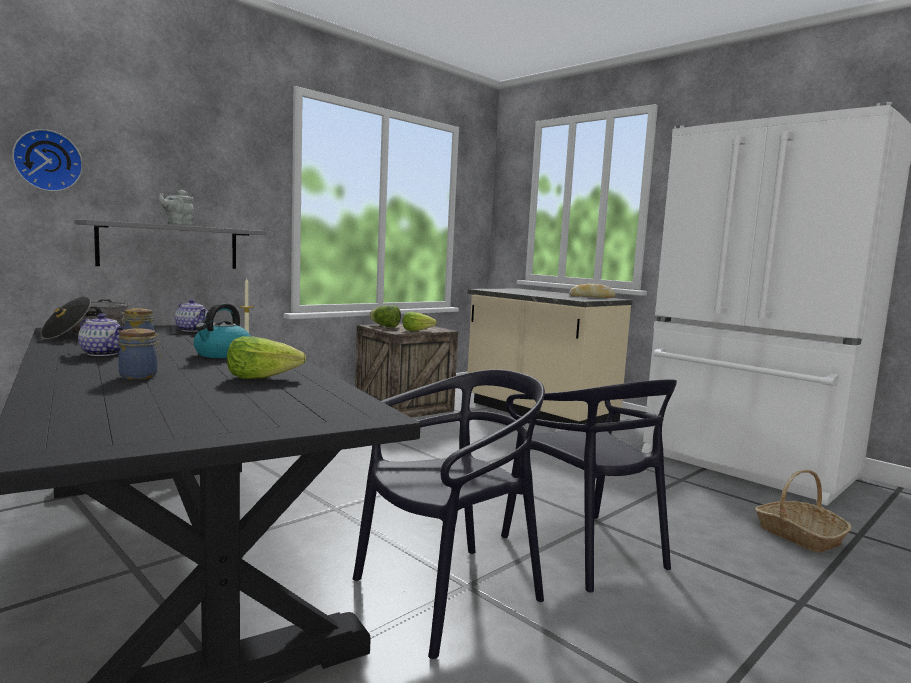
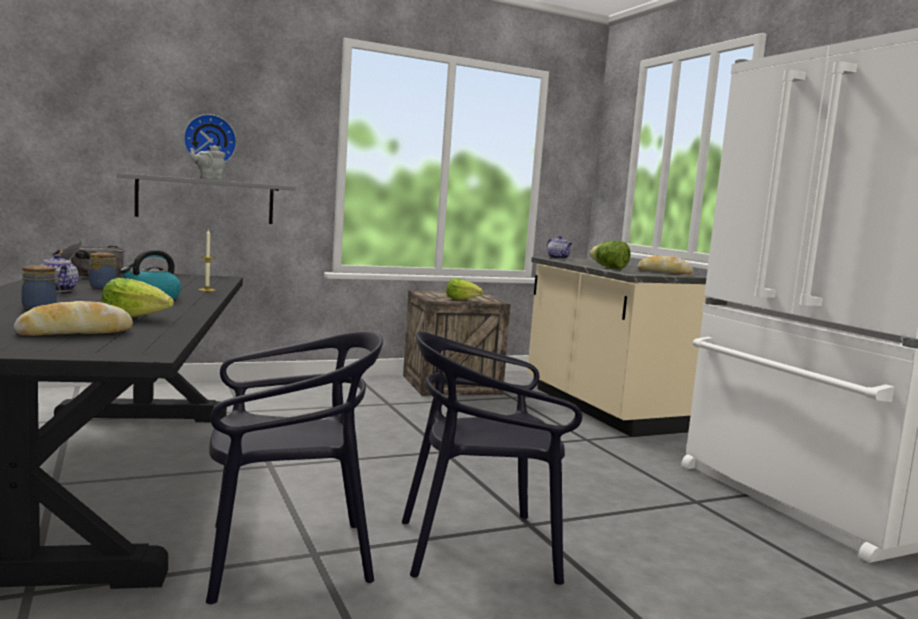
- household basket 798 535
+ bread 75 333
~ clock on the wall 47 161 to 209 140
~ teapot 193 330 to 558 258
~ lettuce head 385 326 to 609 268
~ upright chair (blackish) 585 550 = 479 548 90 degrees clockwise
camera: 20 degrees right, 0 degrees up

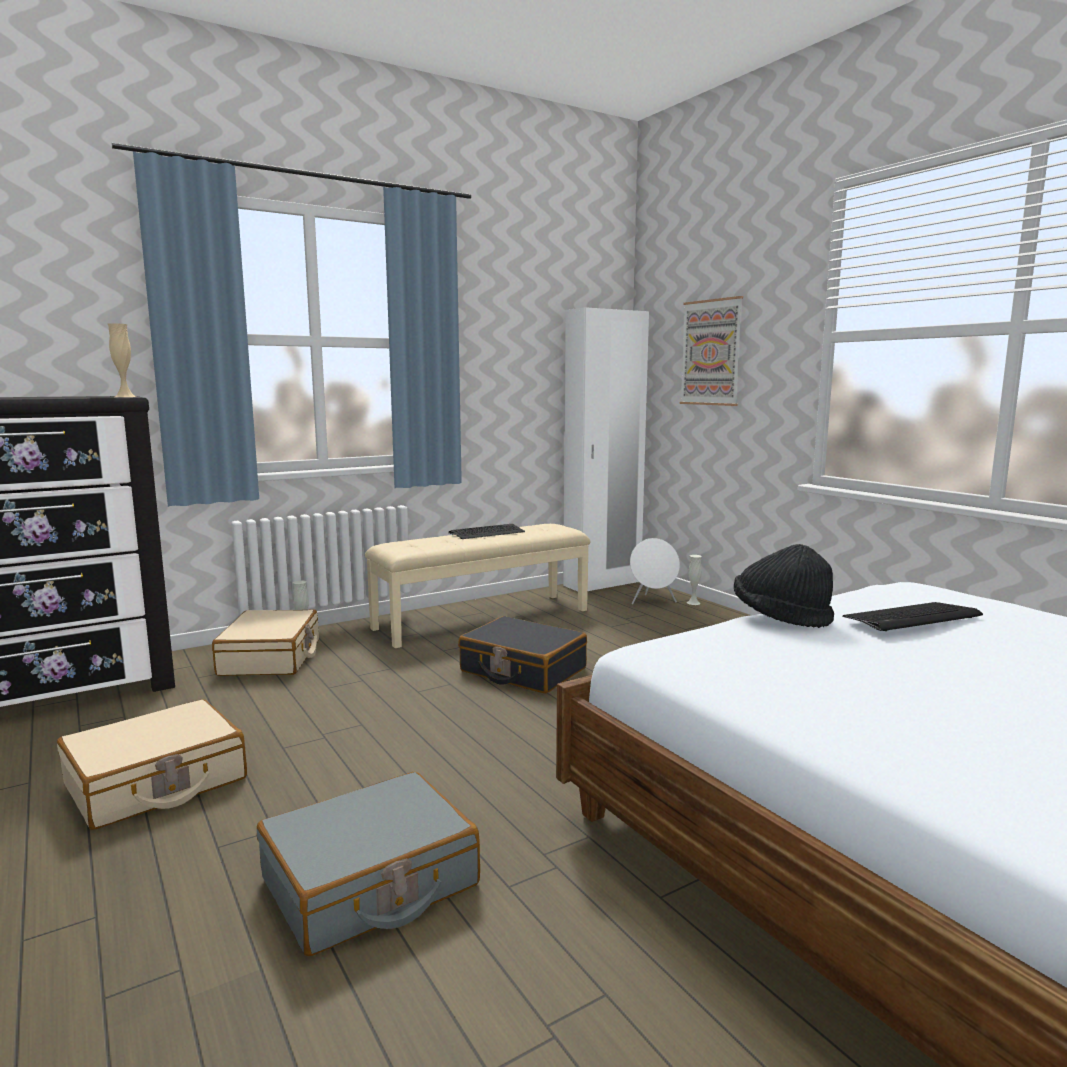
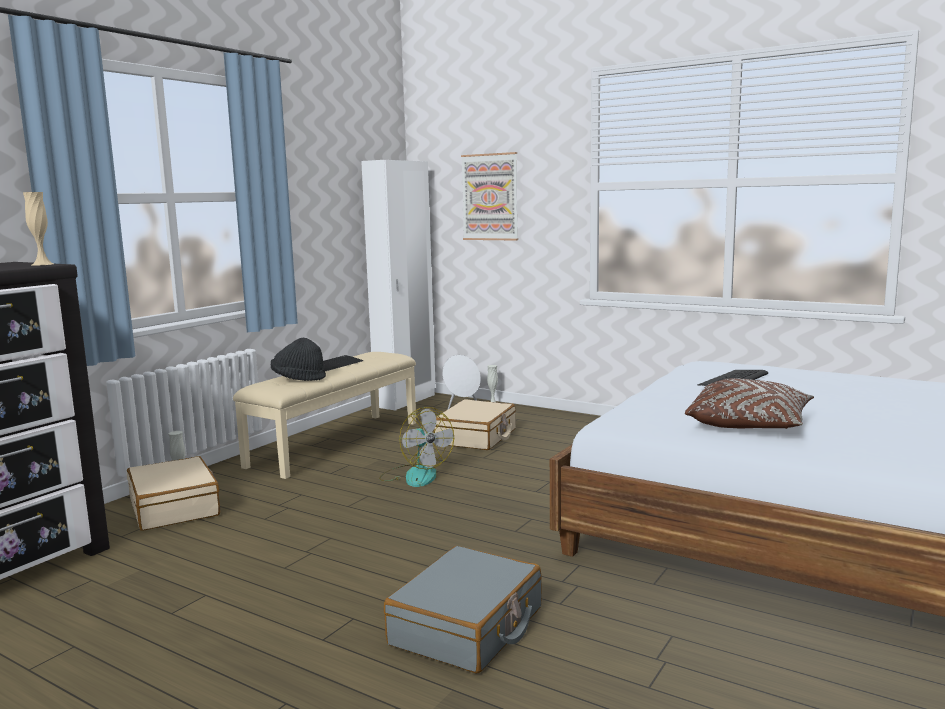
+ throw pillow (brown-coloured) 749 425
~ travel case (sand-coloured) 156 783 to 476 437
~ wearable hat (blackish) 780 618 to 298 379
~ travel case (blackish) 522 670 to fan 415 475
camera: 25 degrees left, 0 degrees up

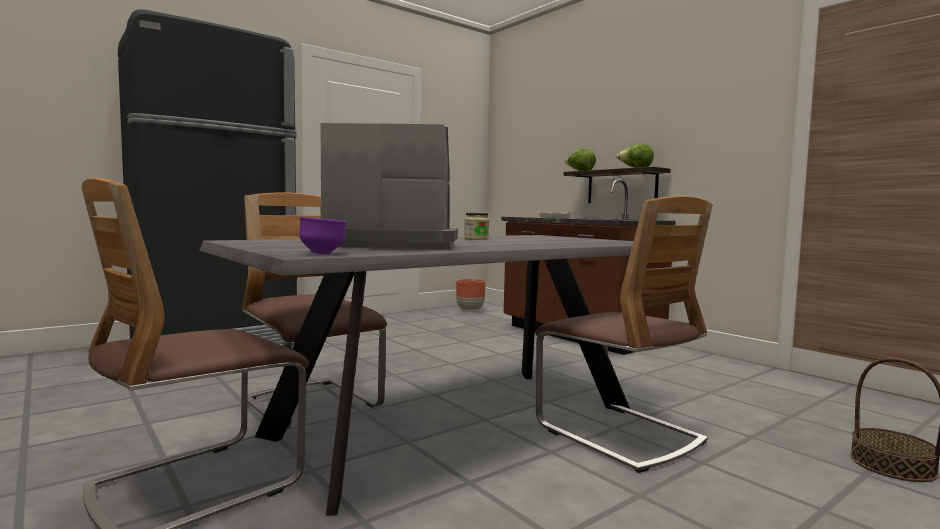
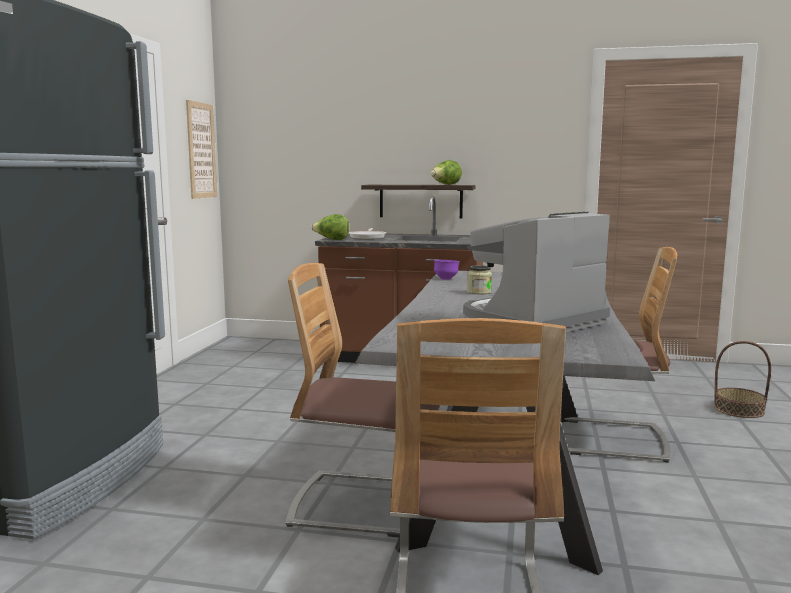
- planter (brown-coloured) 470 310
+ wall art 201 150
~ serving bowl (purplish) 323 254 to 446 279
~ lettuce head 580 171 to 332 240
camera: 40 degrees left, 5 degrees up

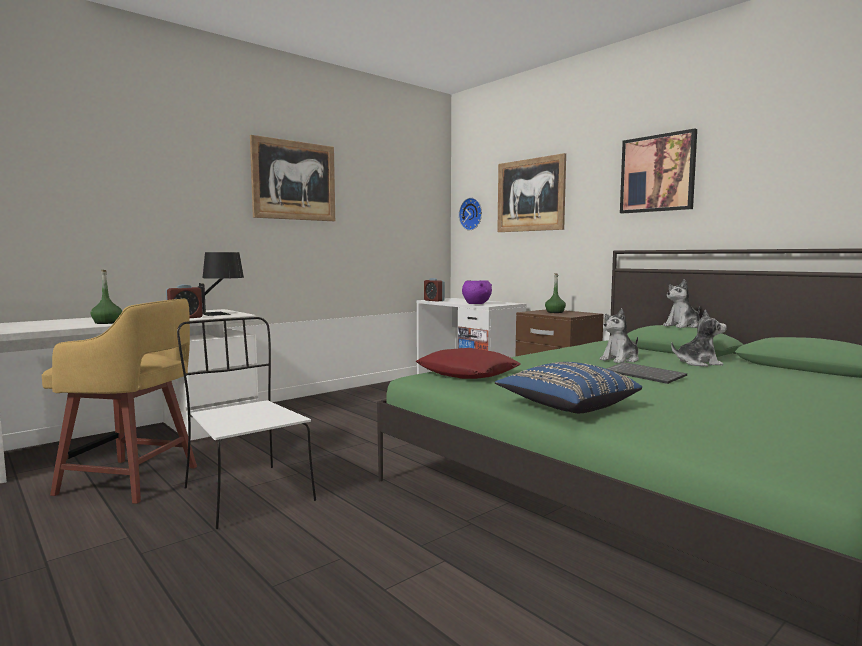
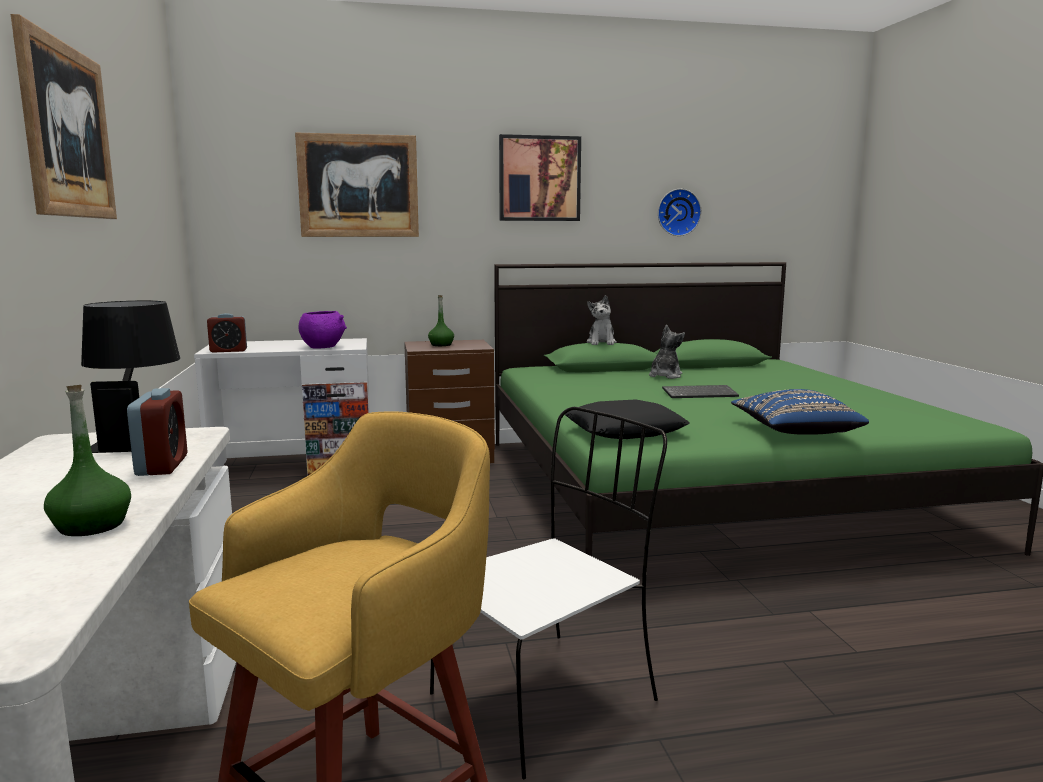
- cuddly toy 620 360
~ clock on the wall 472 214 to 678 212
~ throw pillow (reddish) 467 373 to throw pillow (blackish) 625 430
~ upright chair (white) 246 493 = 547 696 150 degrees clockwise
camera: 60 degrees left, 5 degrees up

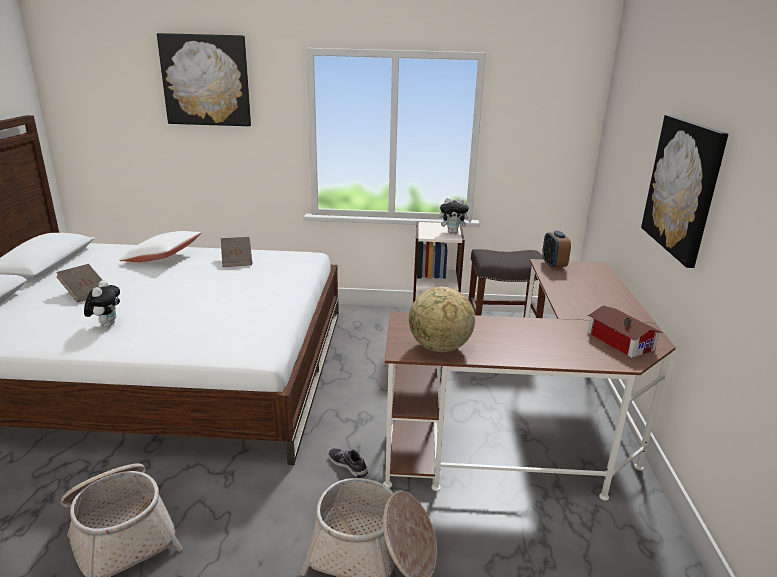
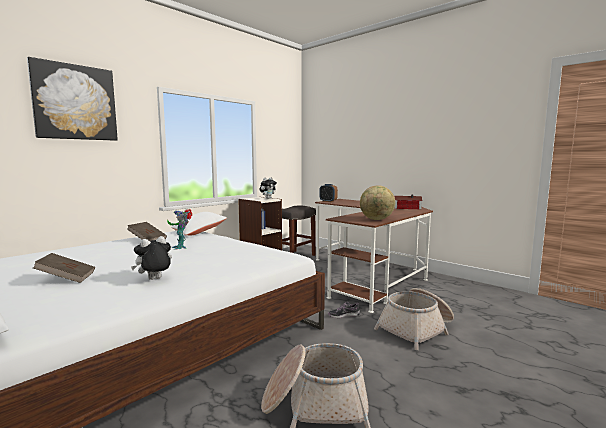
- wall art 683 187
+ toy robot 181 247
~ throw pillow (white) 163 257 to 199 231
~ cuddly toy 107 325 = 154 279 75 degrees counterclockwise
camera: 50 degrees left, 15 degrees down

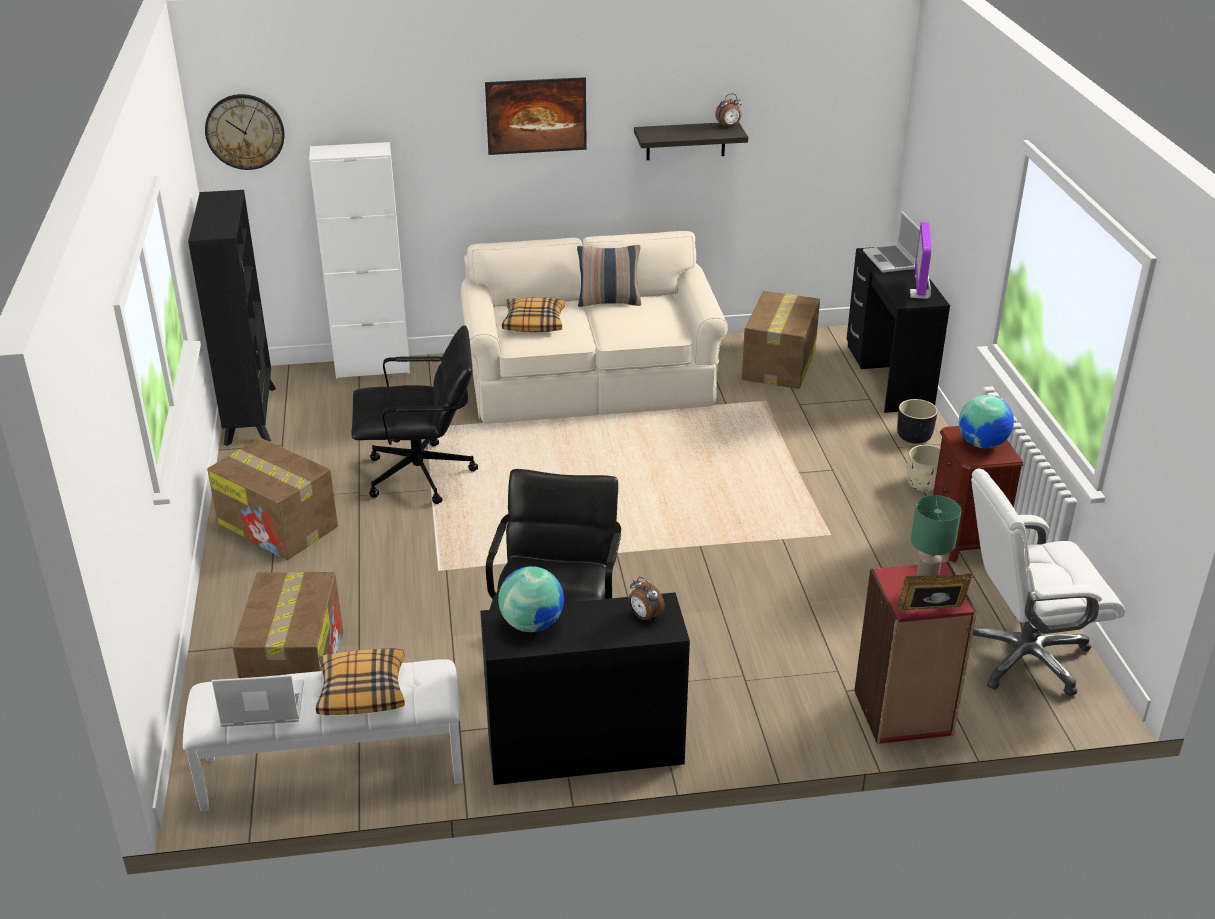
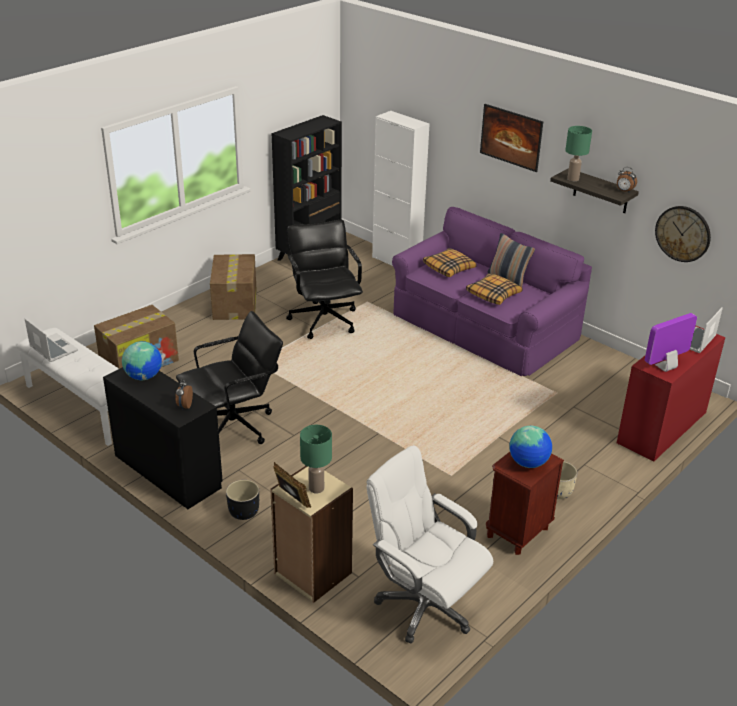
- packing box 778 365
+ lamp for a table (greenish) 573 179
~ clock on the wall 245 131 to 683 233
~ throw pillow 362 690 to 493 294
~ planter (blackish) 914 437 to 243 512
~ couch (sand-coloured) 591 380 to couch (purplish) 485 326
~ desk table (blackish) 889 376 to desk table (reddish) 662 427
~ bookshelf (reddish) 903 713 to bookshelf (sand-coloured) 312 573
~ desk chair (blackish) 421 475 = 324 320 150 degrees counterclockwise
camera: 50 degrees right, 0 degrees up

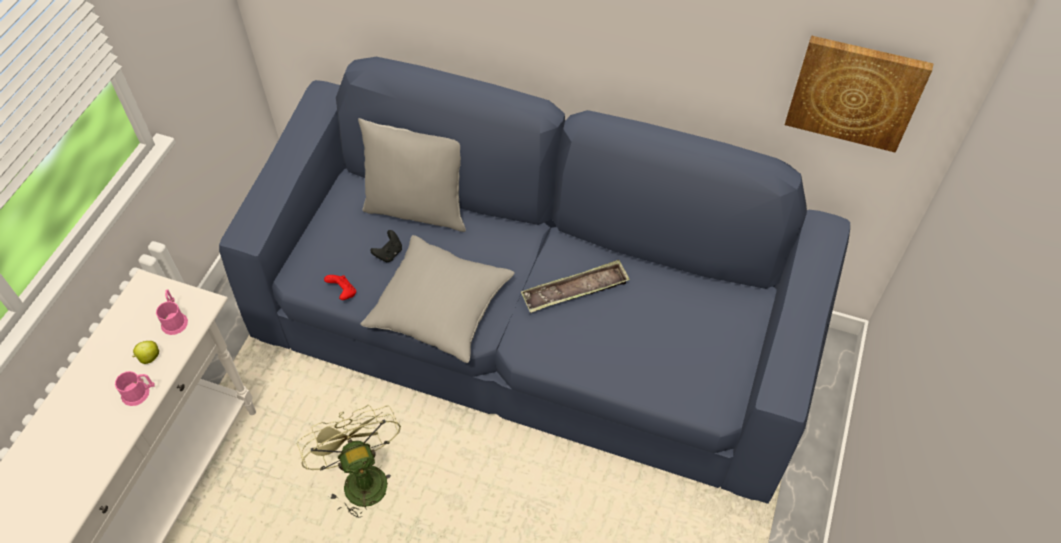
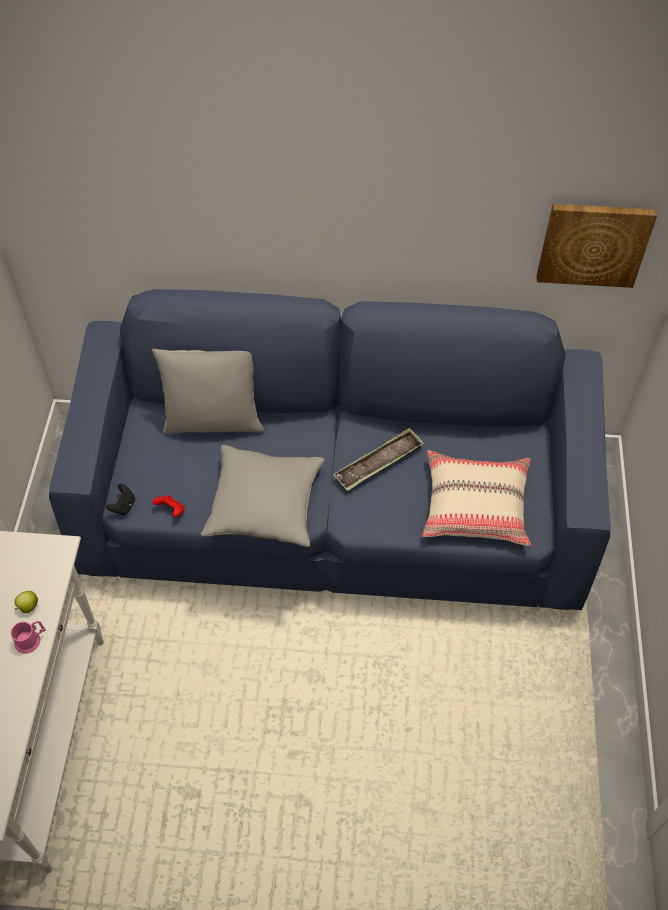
- coffee mug (pinkish) 174 320
- fan (greenish) 360 478
+ throw pillow (sand-coloured) 475 505
~ joypad (blackish) 389 253 to 123 506
camera: 15 degrees left, 0 degrees up

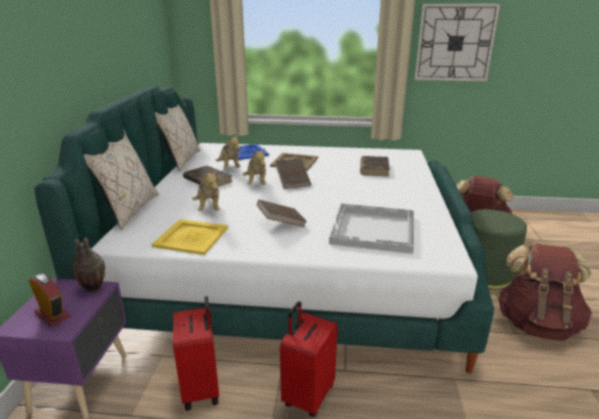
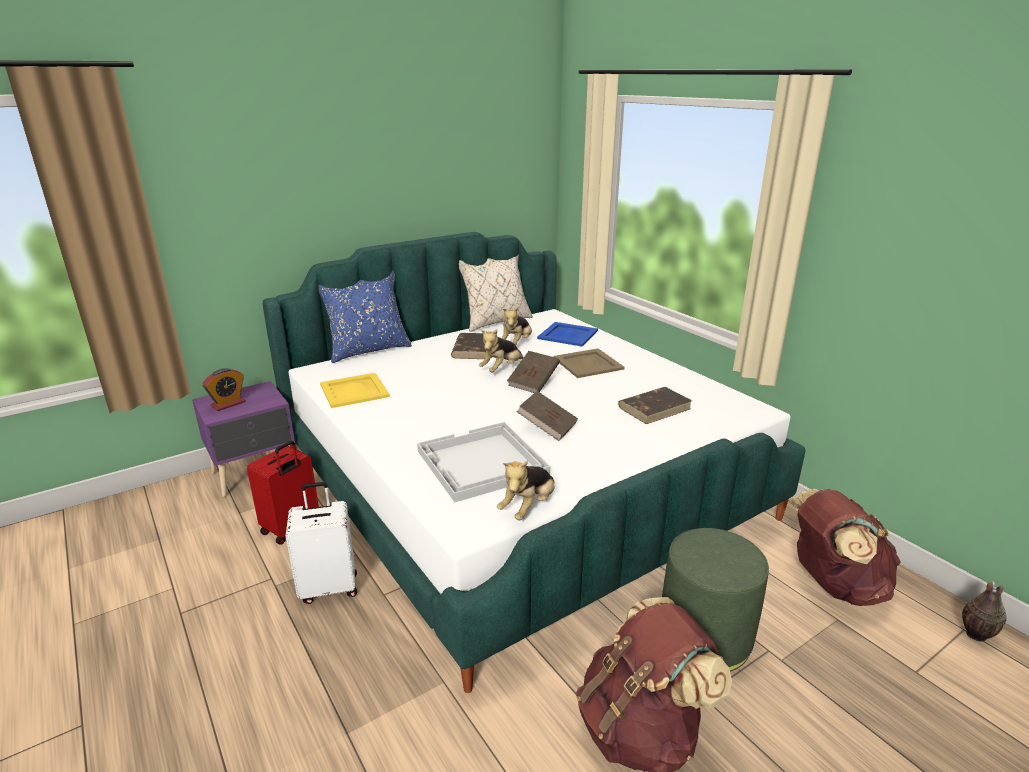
- clock on the wall 455 43
~ vase 92 288 to 974 635
~ cuddly toy 209 208 to 528 507
~ book (brown-coloured) 281 223 to 547 427
~ throw pillow (sand-coloured) 128 210 to throw pillow (bluish) 368 350
~ travel case (reddish) 307 395 to travel case (white) 329 587
~ alarm clock 52 314 = 228 404 45 degrees clockwise
camera: 50 degrees right, 0 degrees up

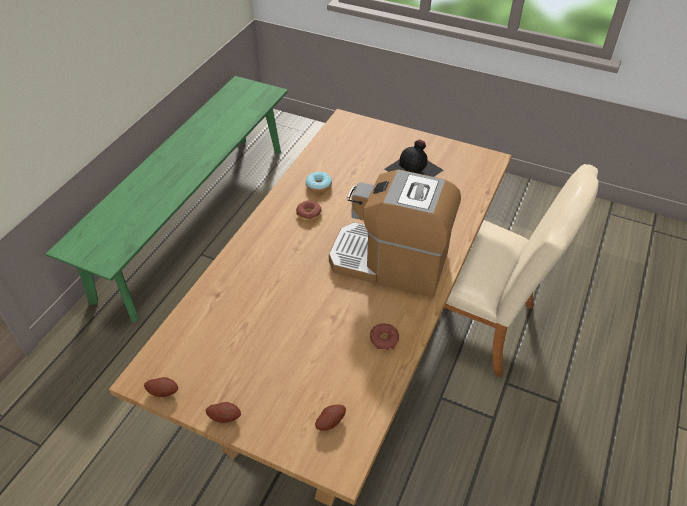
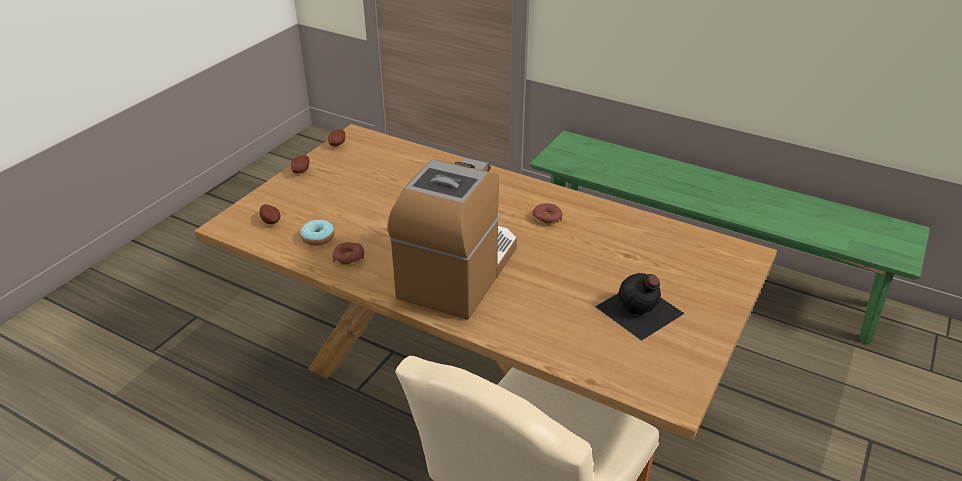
~ doughnut 318 186 to 318 238
camera: 95 degrees right, 10 degrees down

